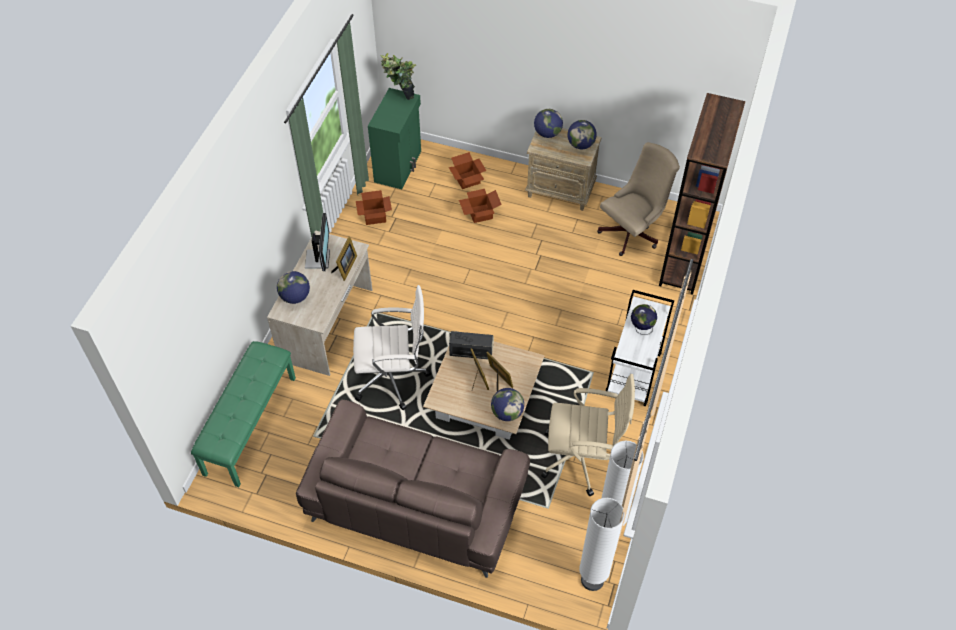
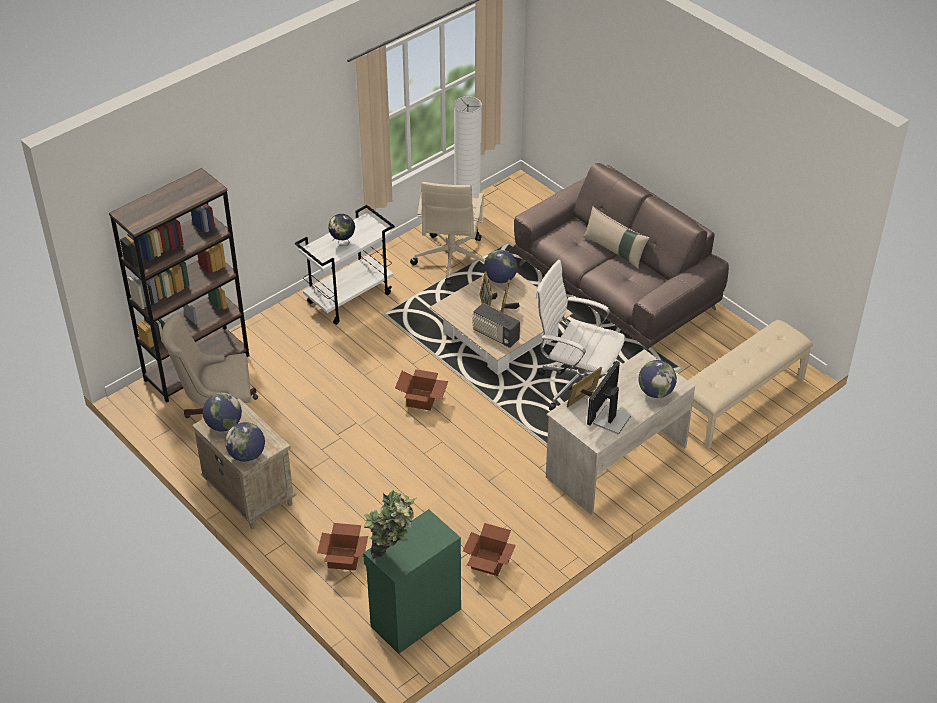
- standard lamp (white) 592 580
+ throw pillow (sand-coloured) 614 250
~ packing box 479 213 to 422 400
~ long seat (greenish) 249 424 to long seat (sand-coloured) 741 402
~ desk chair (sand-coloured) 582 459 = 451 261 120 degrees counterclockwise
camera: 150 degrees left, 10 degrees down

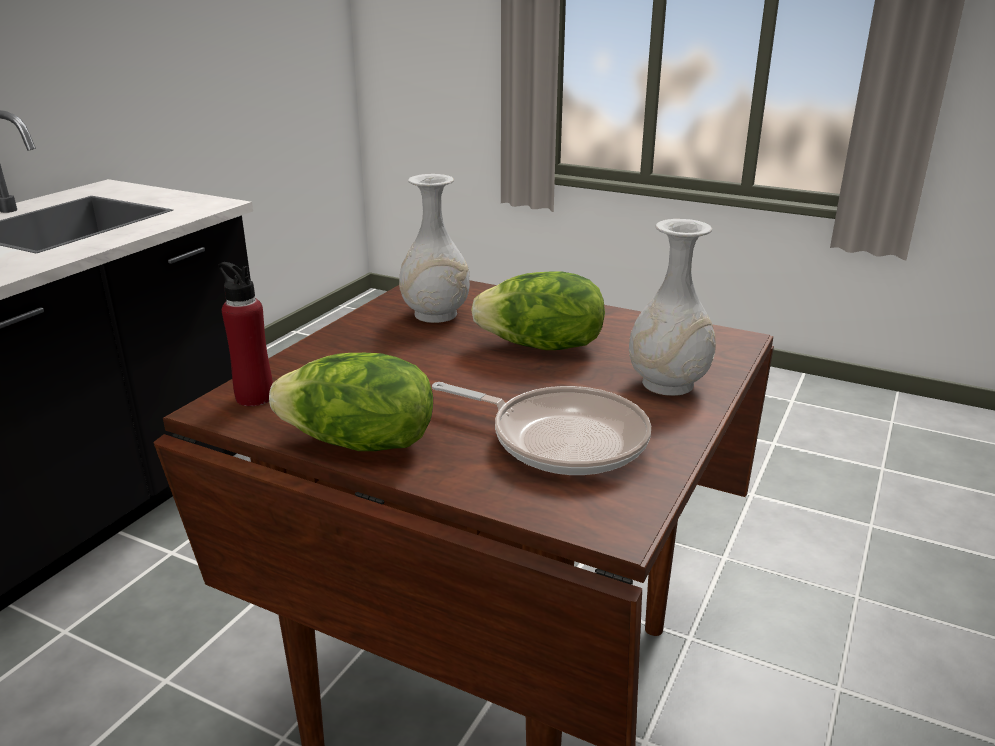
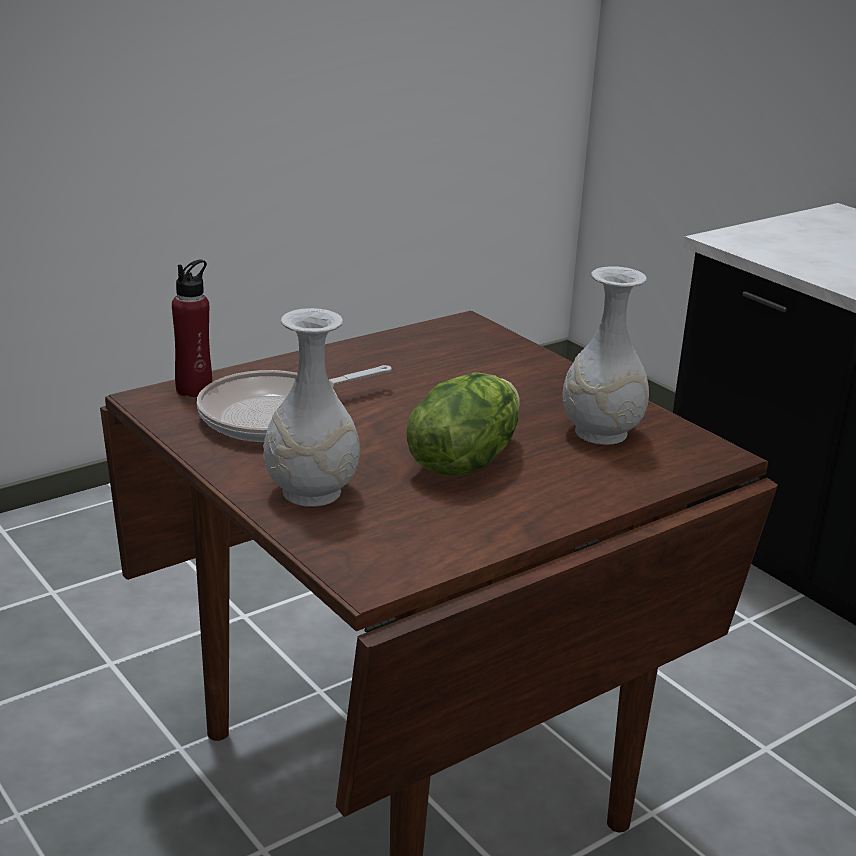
- lettuce head 359 444
~ bottle (reddish) 254 397 to 194 389
camera: 115 degrees right, 0 degrees up

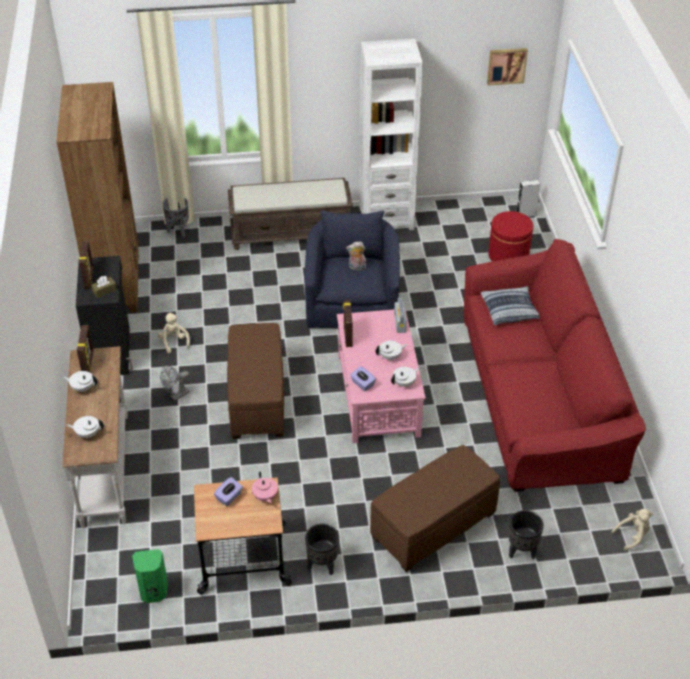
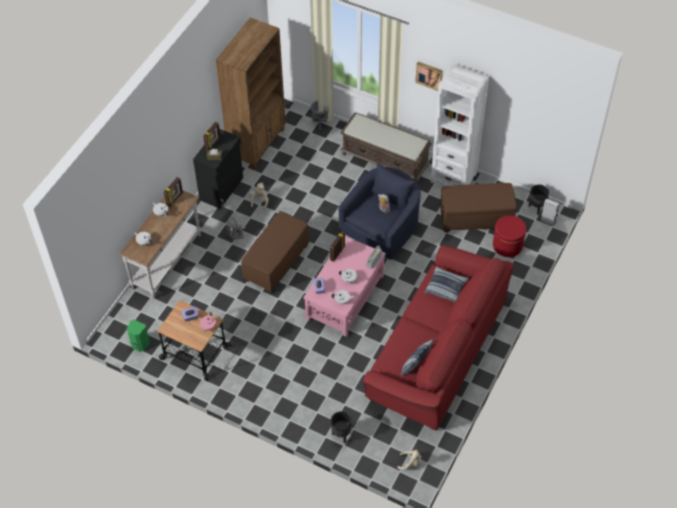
+ throw pillow 415 365
~ planter (blackish) 322 565 to 536 208
~ ottoman (brown-coloured) 433 526 to 475 218
~ wall art 506 65 to 429 75
camera: 35 degrees right, 10 degrees up

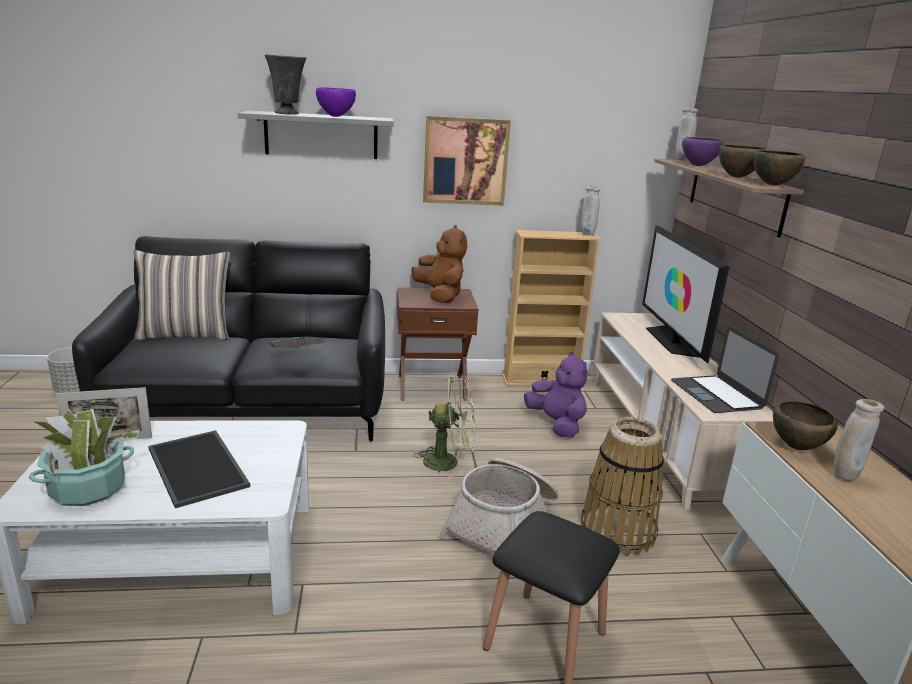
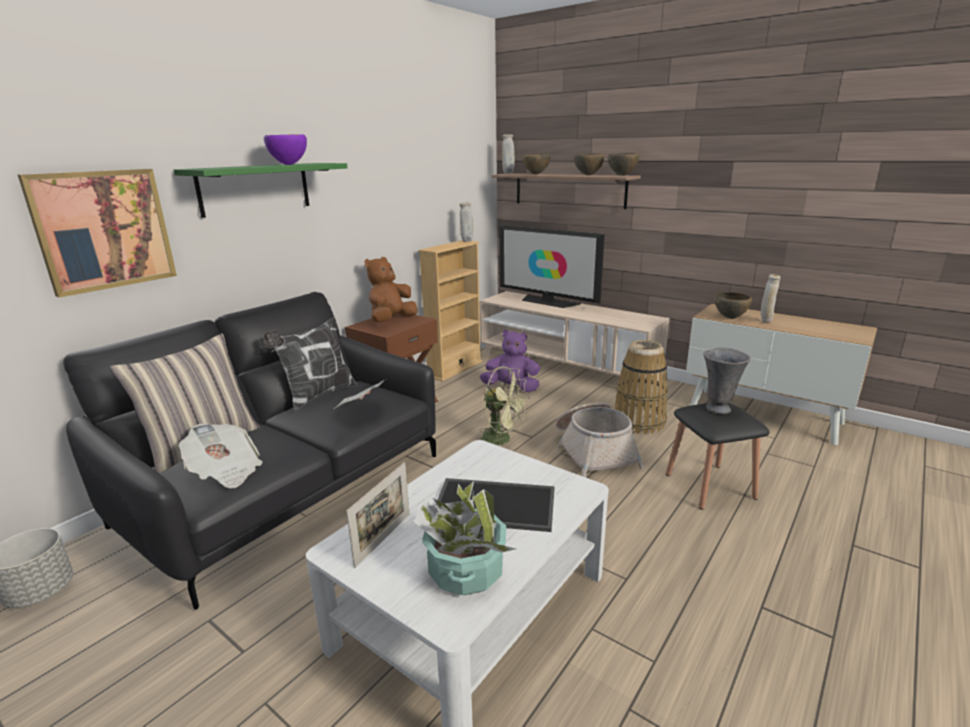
- laptop 716 394
+ daily paper 225 471
+ throw pillow 318 395
~ vase (grey) 288 114 to 718 408
~ wall art 465 161 to 104 230
~ shelf (grey) 321 135 to shelf (greenish) 255 188
~ serving bowl (purplish) 698 166 to serving bowl (brown-coloured) 535 174
~ cuddly toy (brown-coloured) 440 296 = 391 321 75 degrees counterclockwise
~ fan (greenish) 448 462 = 502 439 75 degrees clockwise
camera: 45 degrees left, 0 degrees up

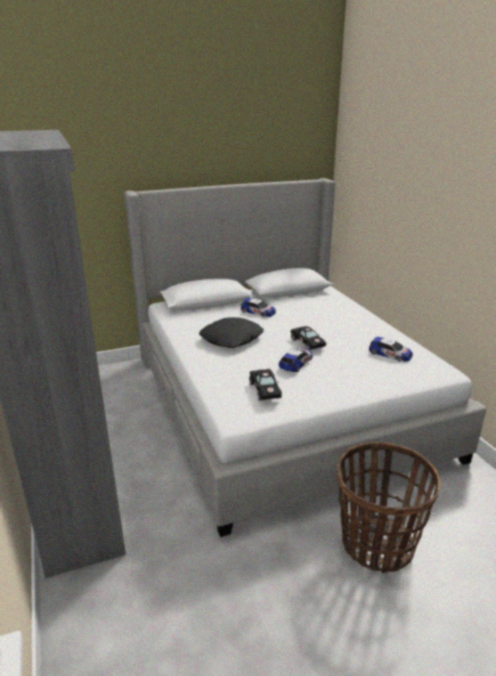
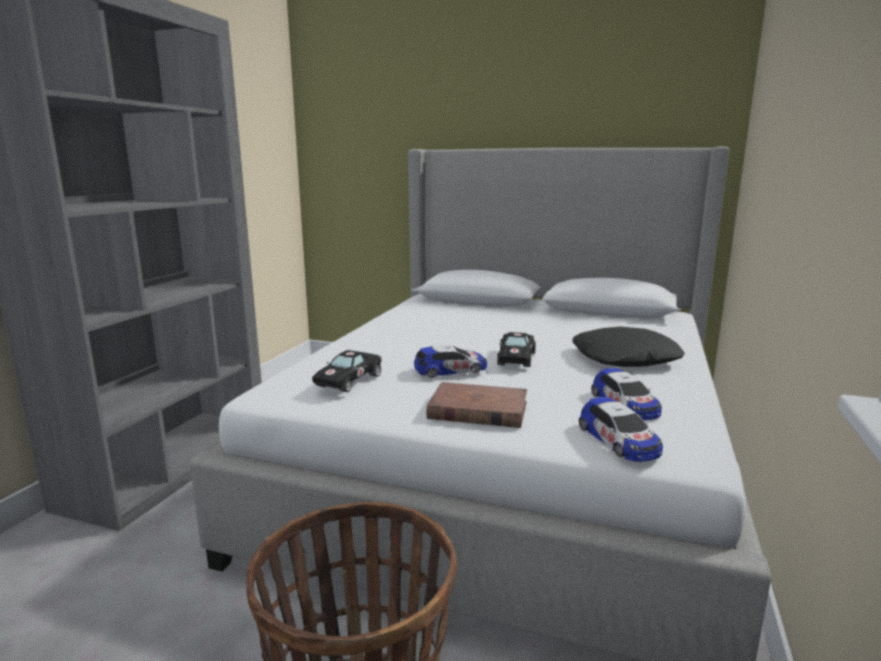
+ book (brown-coloured) 477 410
~ throw pillow (blackish) 232 338 to 625 358
~ model car 258 312 to 618 440
camera: 40 degrees right, 10 degrees down

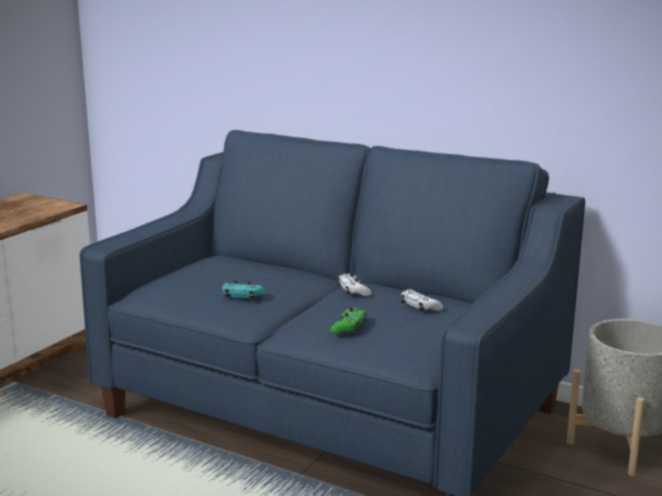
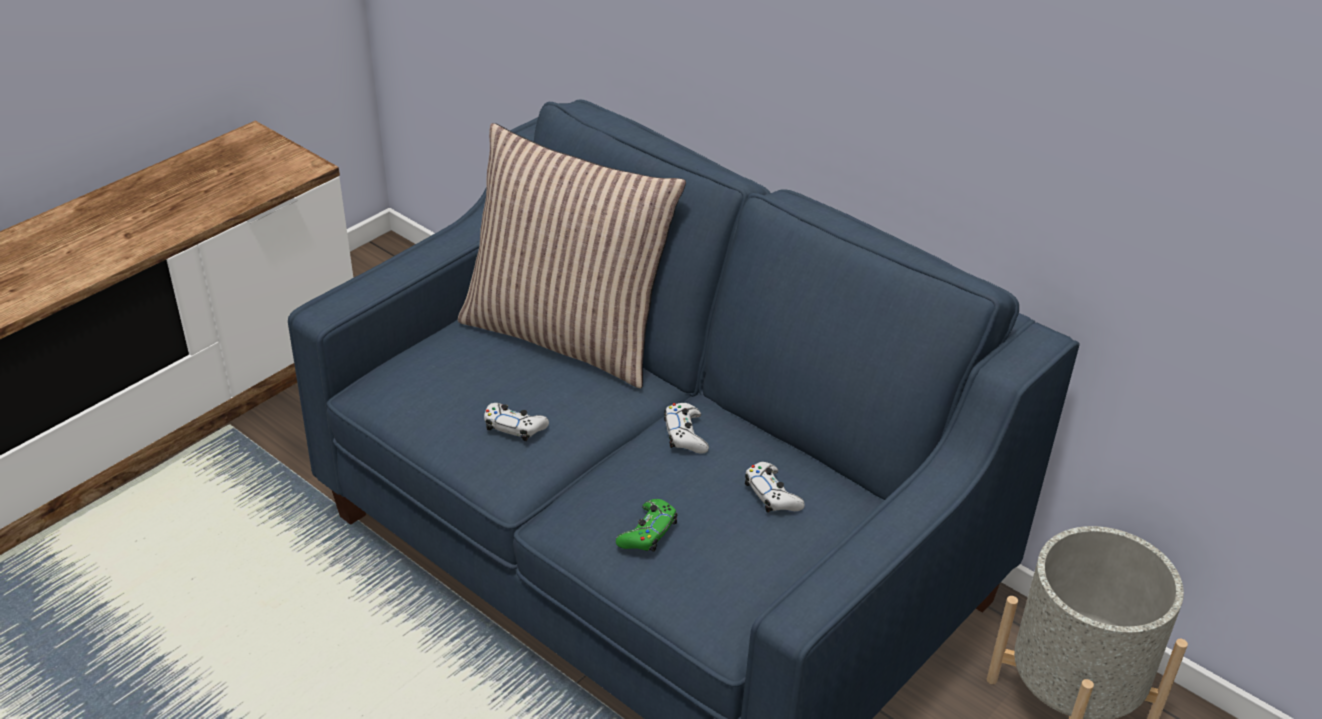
+ throw pillow 567 335
~ joypad (turquoise-coloured) 242 296 to joypad (white) 514 427
camera: 10 degrees right, 20 degrees up

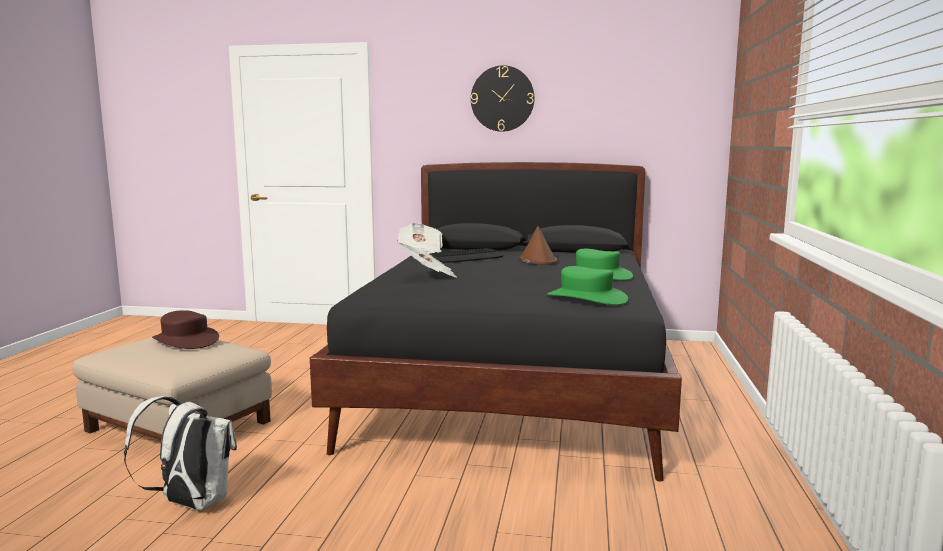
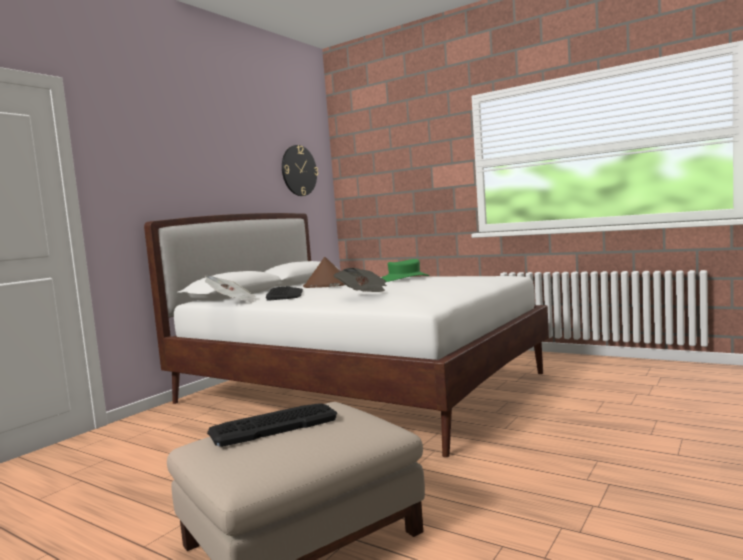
- knapsack (white) 191 503
- wearable hat (greenish) 586 298
~ clock on the wall 502 98 to 299 170
~ wearable hat (brown-coloured) 185 340 to computer keyboard 272 424
~ sleeping bed (blackish) 514 384 to sleeping bed (white) 359 388
camera: 65 degrees left, 5 degrees down

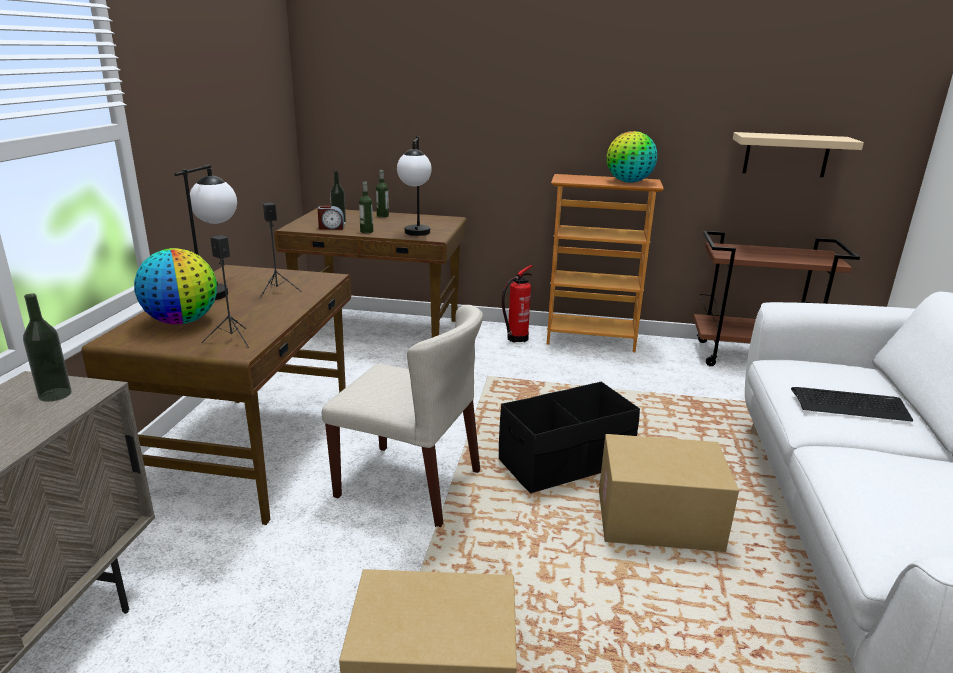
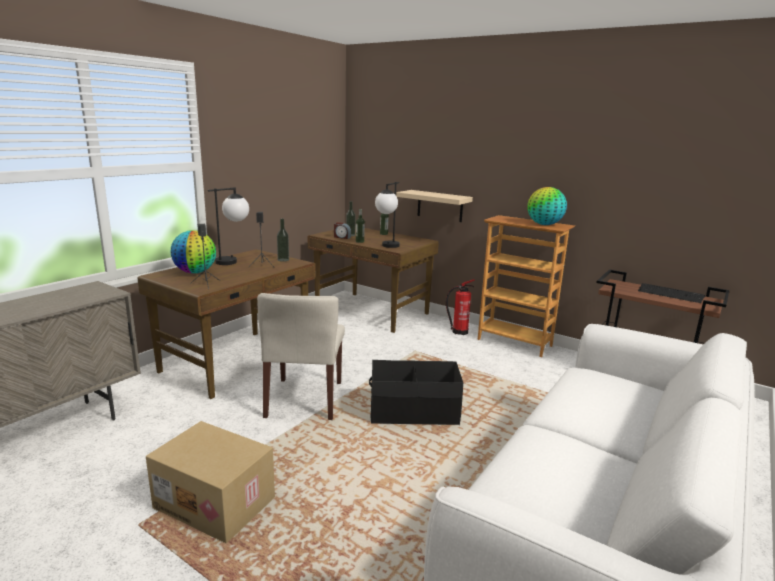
- packing box 657 521
~ bottle 55 394 to 283 260
~ shelf (sand-coloured) 786 154 to 440 206
~ computer keyboard 850 405 to 670 294
~ upright chair (sand-coloured) 410 484 = 305 399 45 degrees clockwise
camera: 25 degrees right, 5 degrees down

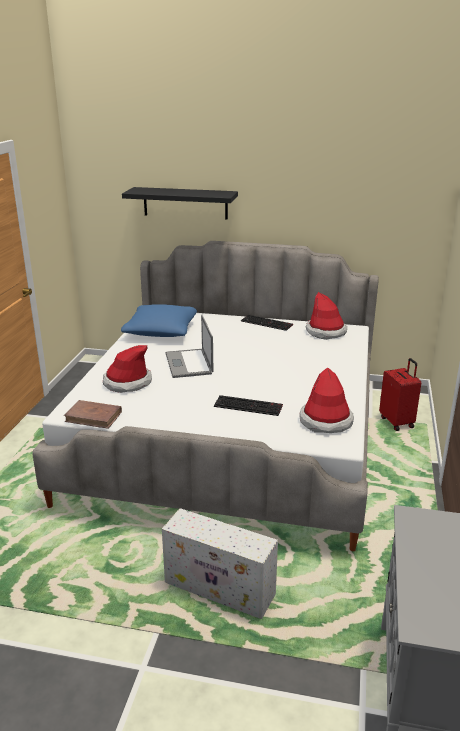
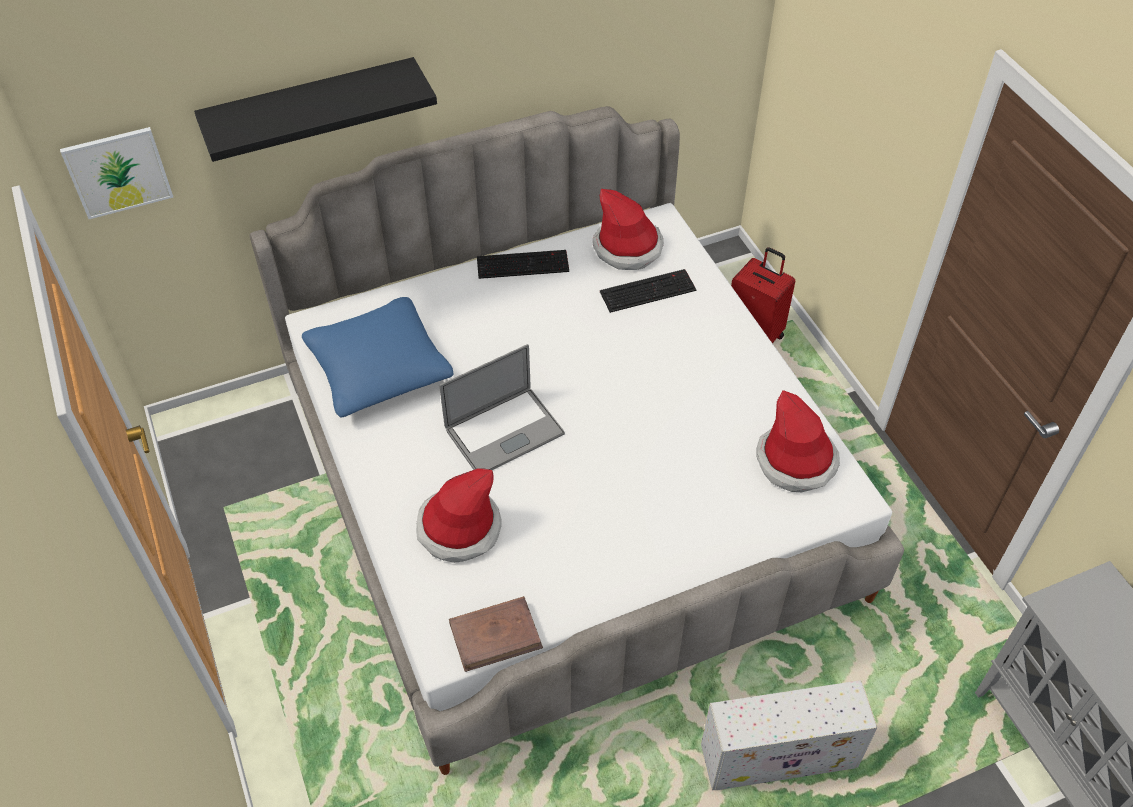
+ wall art 118 172
~ computer keyboard 249 405 to 648 290
~ laptop 188 363 = 504 431 75 degrees counterclockwise
camera: 35 degrees left, 25 degrees up

